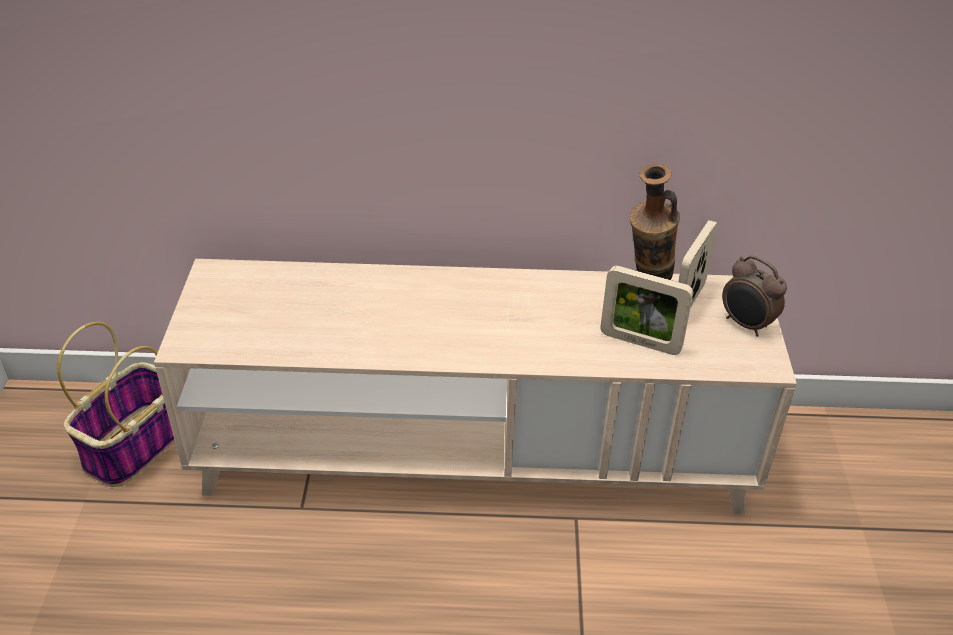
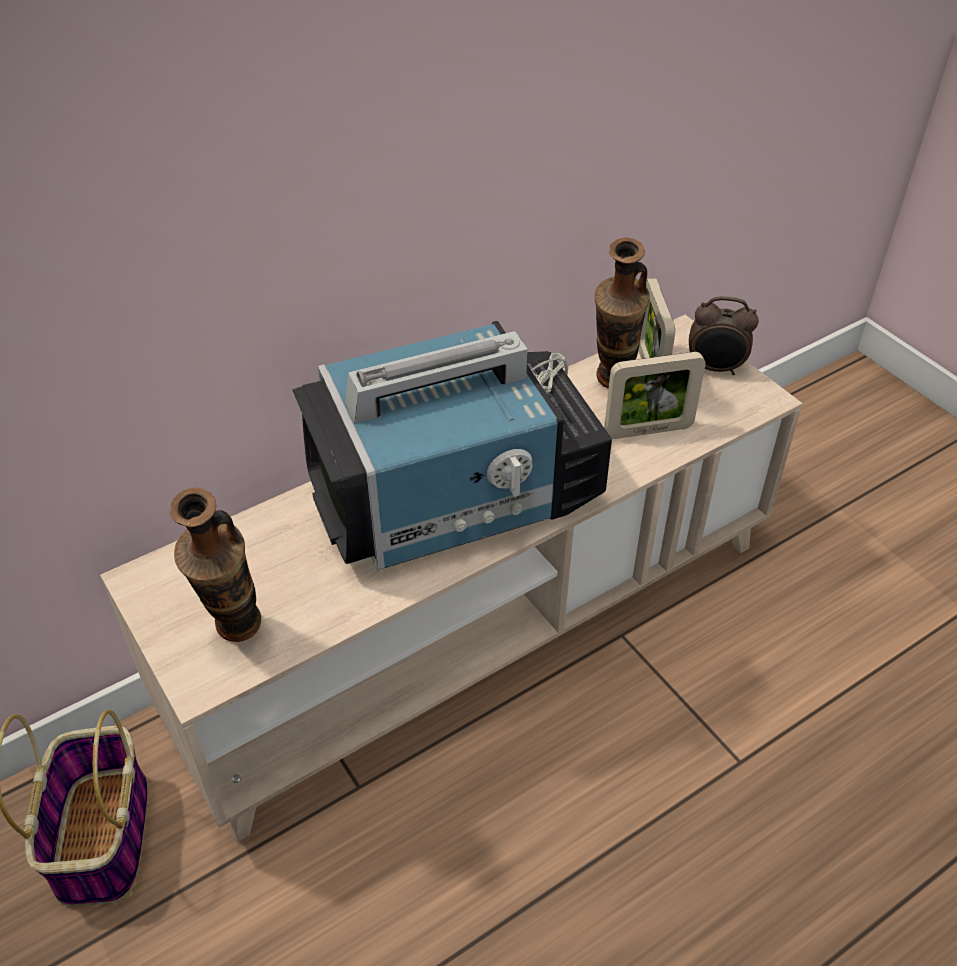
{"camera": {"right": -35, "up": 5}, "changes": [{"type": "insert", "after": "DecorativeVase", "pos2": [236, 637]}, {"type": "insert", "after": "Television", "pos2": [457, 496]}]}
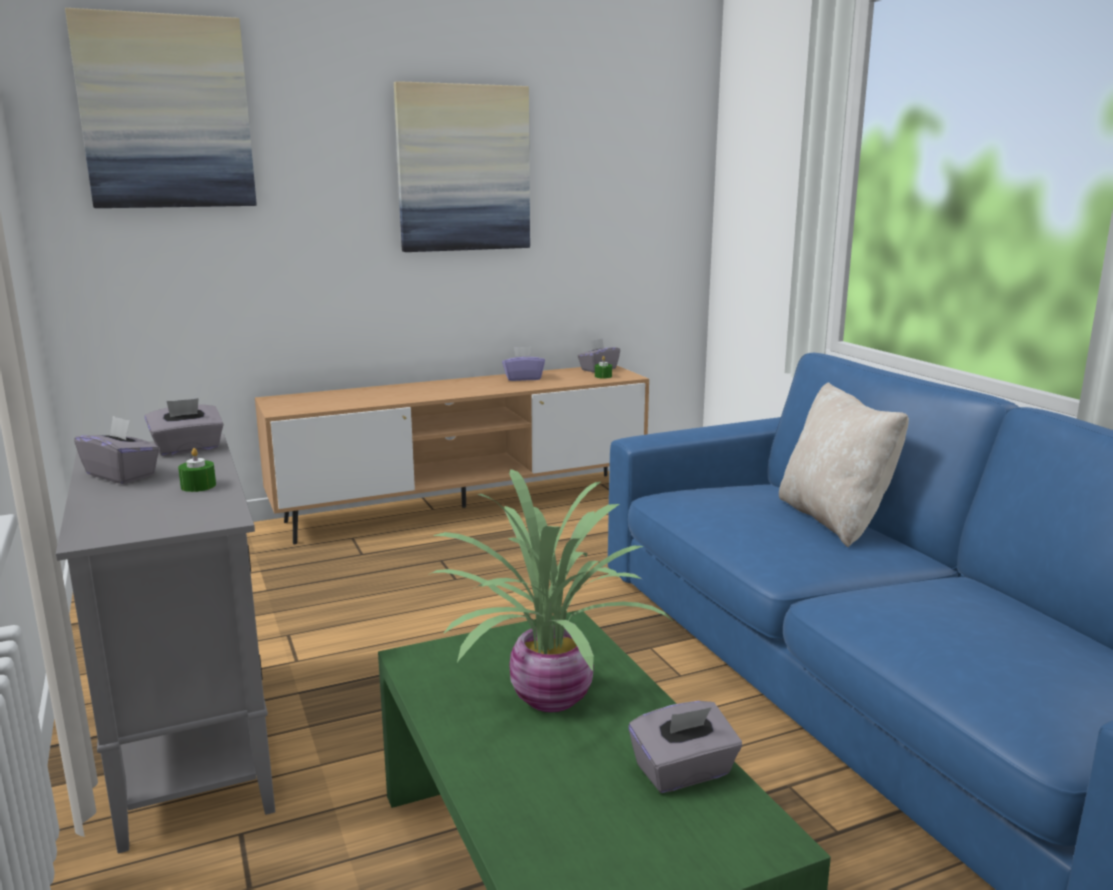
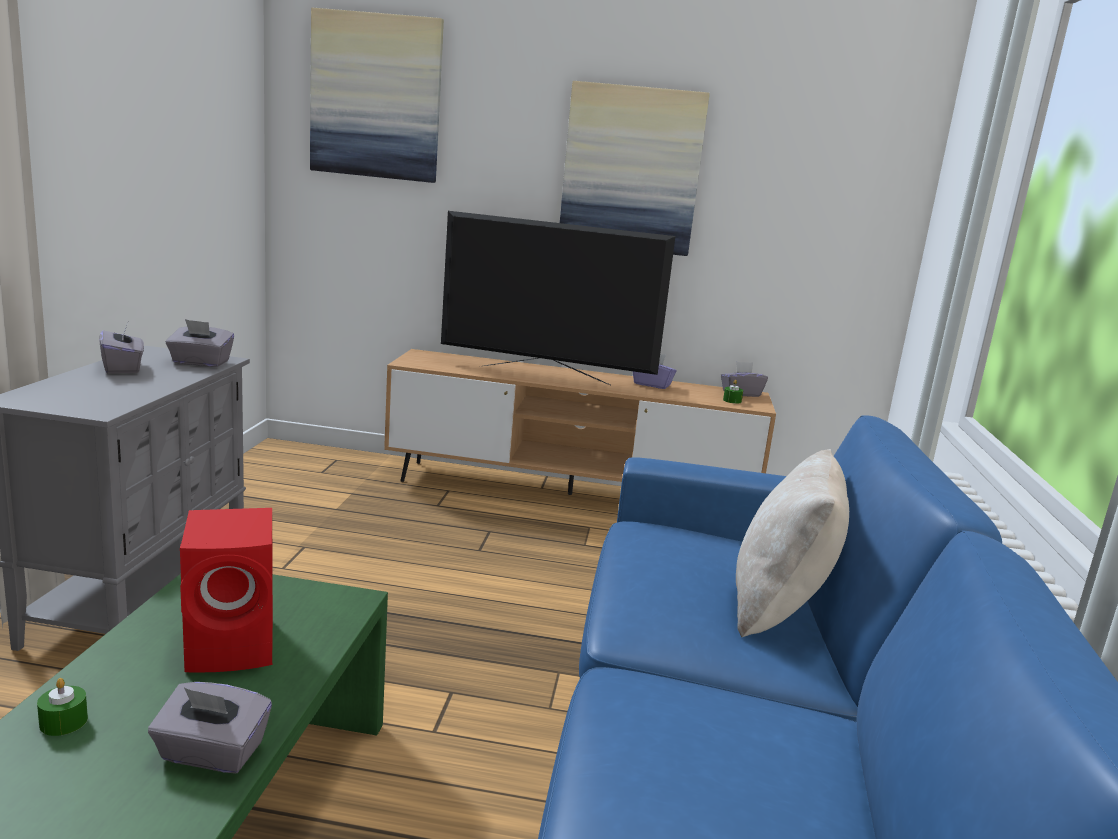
{"camera": {"right": 30, "up": 0}, "changes": [{"type": "insert", "after": "Television", "pos2": [545, 375]}, {"type": "move", "before": "GreenWaxCandle", "pos1": [198, 486], "pos2": [63, 722]}, {"type": "replace", "before": "PottedPlant", "after": "ReddishAudioSpeaker", "pos1": [548, 696], "pos2": [235, 645]}]}
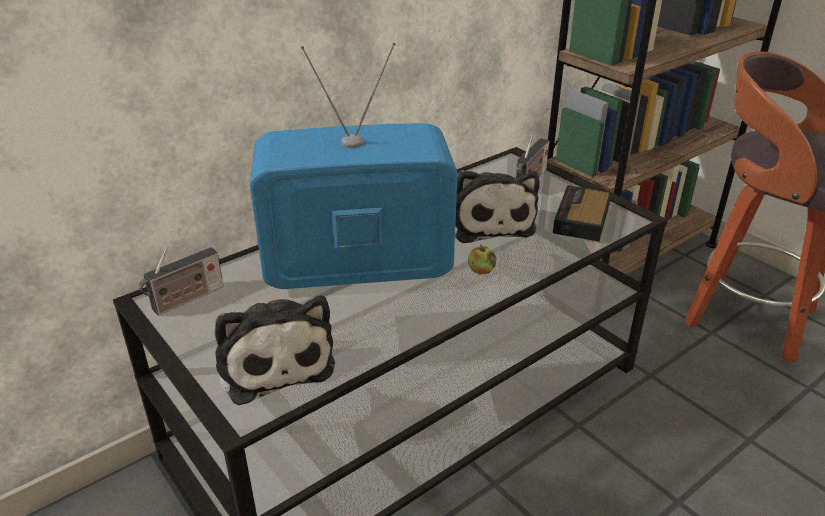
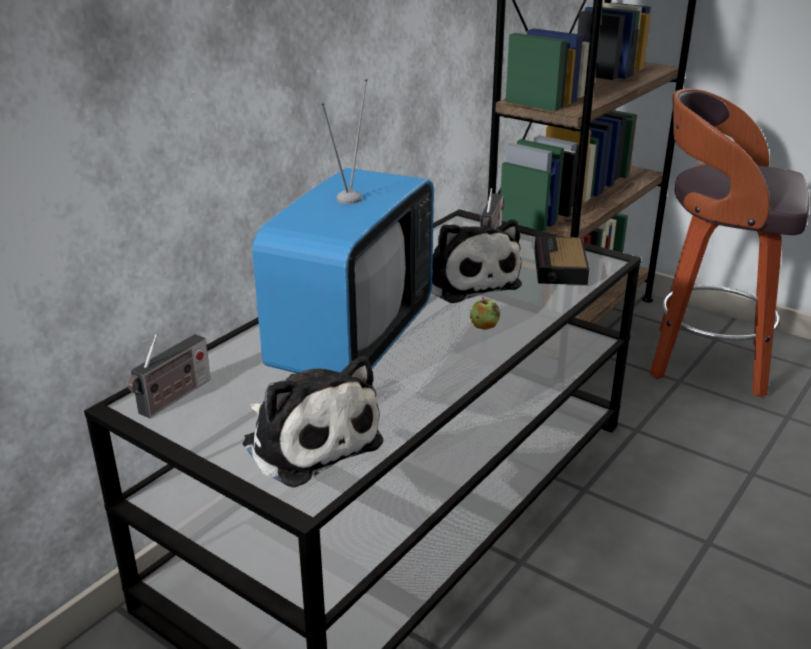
{"camera": {"right": -15, "up": -5}, "changes": [{"type": "rotate", "before": "Television", "pos1": [357, 268], "pos2": [352, 341], "turn": 135}]}
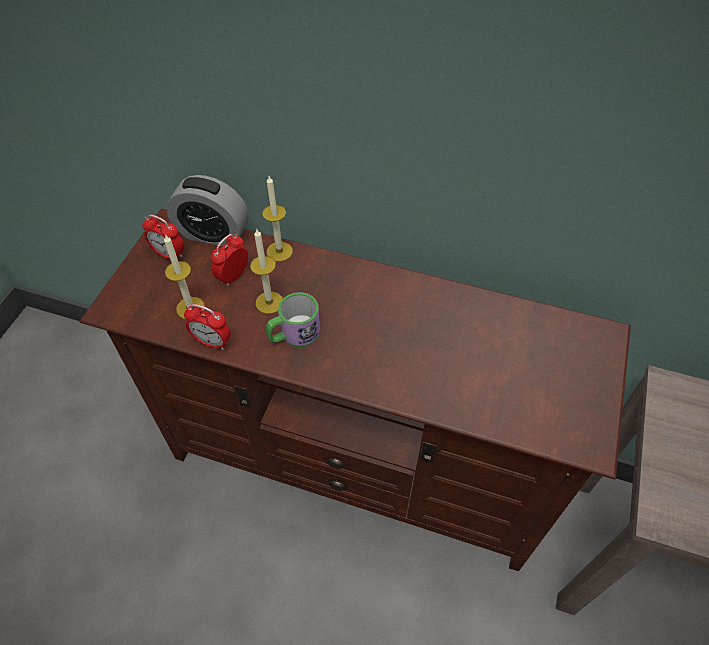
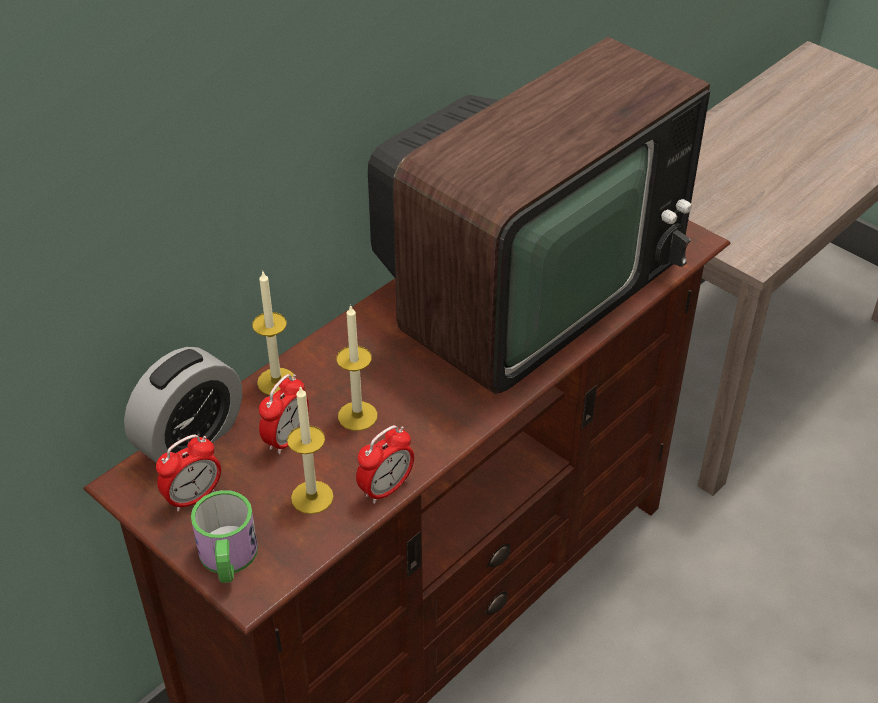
{"camera": {"right": -65, "up": -10}, "changes": [{"type": "insert", "after": "Television", "pos2": [527, 289]}, {"type": "move", "before": "TeaMug", "pos1": [294, 334], "pos2": [228, 559]}, {"type": "rotate", "before": "TableClock", "pos1": [233, 276], "pos2": [286, 438], "turn": -120}]}
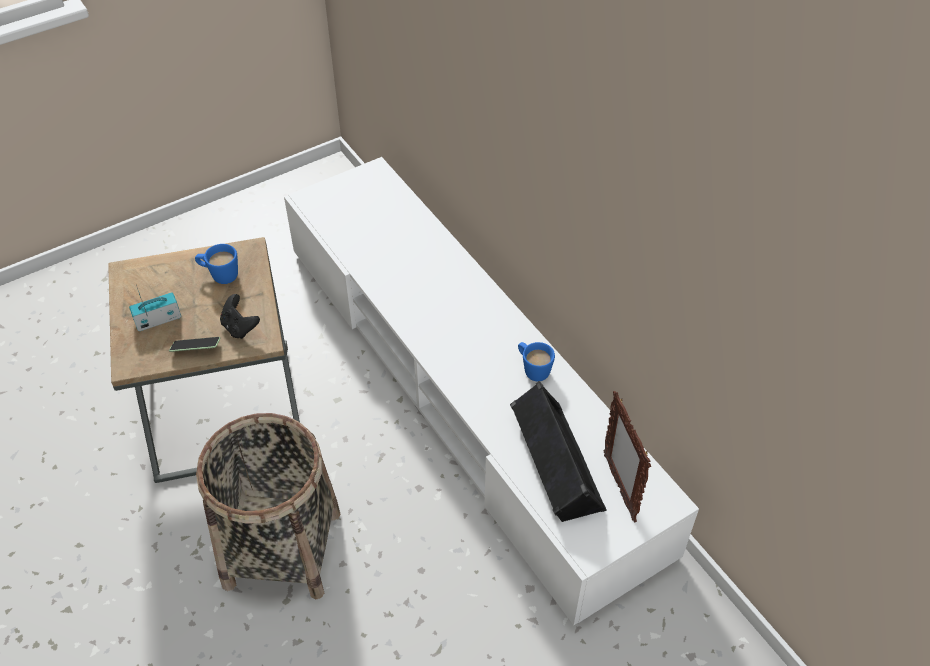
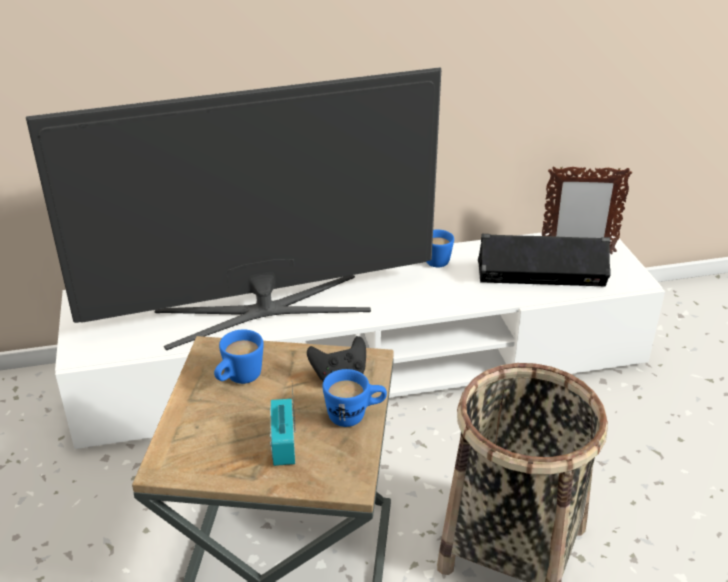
{"camera": {"right": -70, "up": -15}, "changes": [{"type": "insert", "after": "Television", "pos2": [264, 310]}, {"type": "replace", "before": "Handset", "after": "BlueTeaMug", "pos1": [196, 348], "pos2": [355, 416]}]}
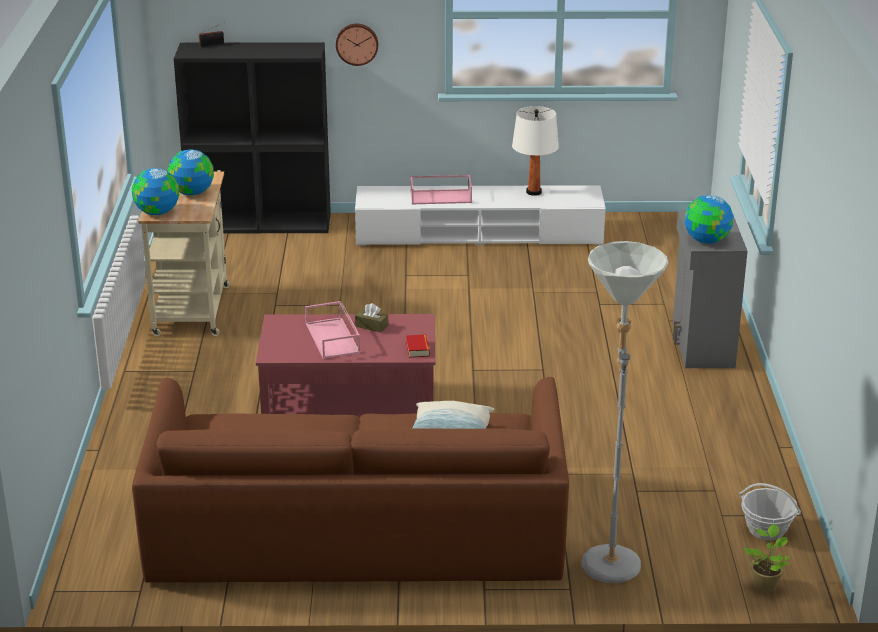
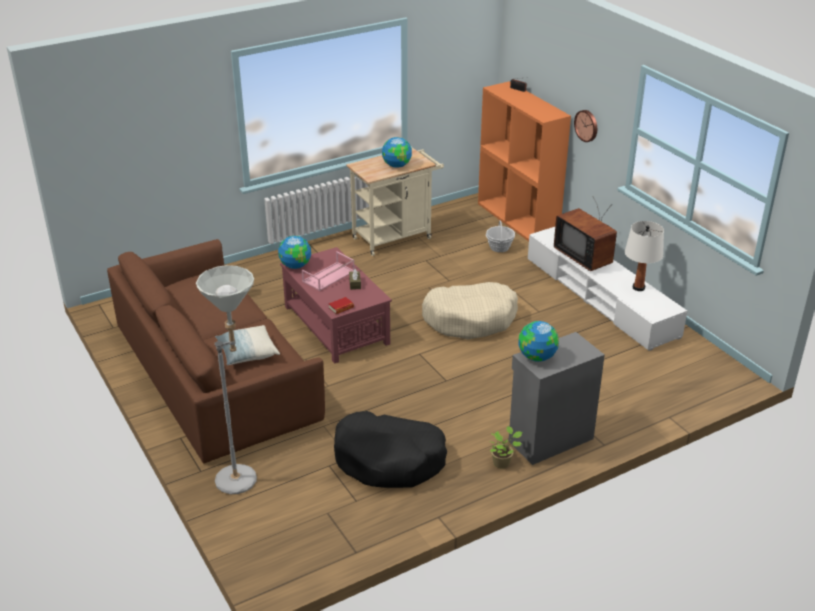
{"camera": {"right": 60, "up": 5}, "changes": [{"type": "insert", "after": "BlackColouredDogBed", "pos2": [389, 460]}, {"type": "insert", "after": "BeigeDogBed", "pos2": [470, 319]}, {"type": "move", "before": "DeskGlobe", "pos1": [157, 212], "pos2": [295, 265]}, {"type": "move", "before": "StorageBasket", "pos1": [766, 529], "pos2": [499, 247]}, {"type": "move", "before": "PottedPlant", "pos1": [765, 584], "pos2": [502, 463]}, {"type": "replace", "before": "PinkColouredCarryingTray", "after": "Television", "pos1": [441, 196], "pos2": [585, 256]}, {"type": "recolor", "before": "BlackColouredBookshelf", "after": "OrangeyBookshelf", "pos1": [261, 223], "pos2": [518, 220]}]}
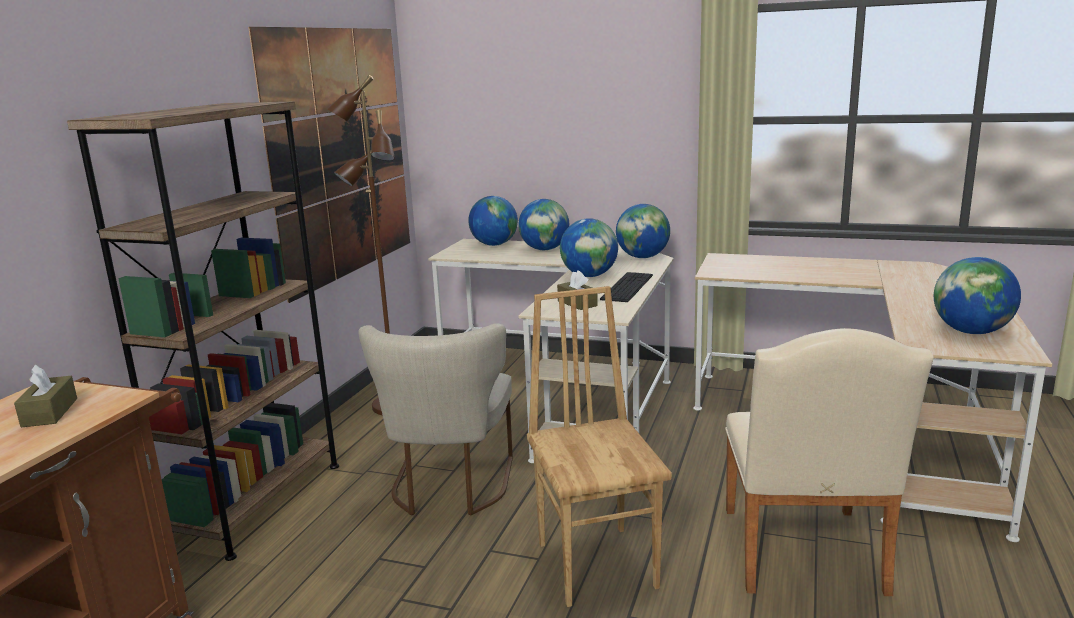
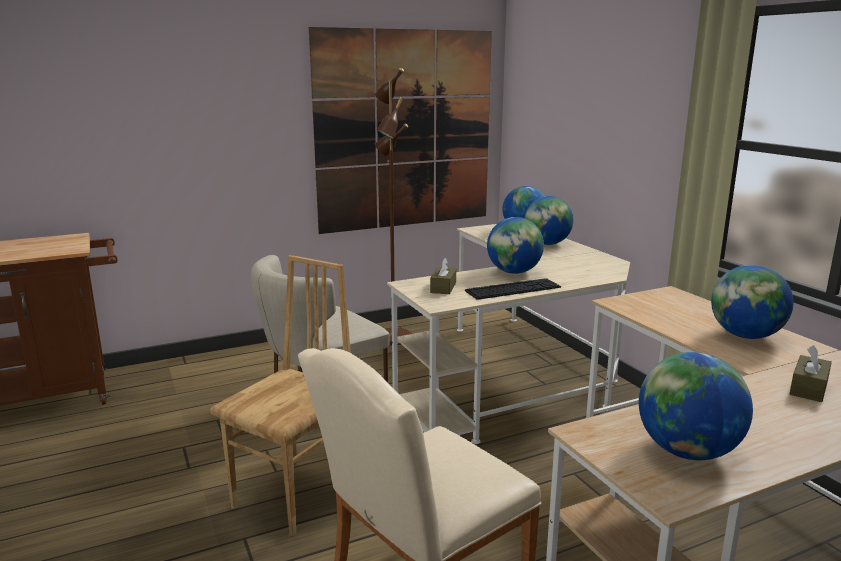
{"camera": {"right": 45, "up": 0}, "changes": [{"type": "delete", "before": "BrownColouredBookshelf", "pos1": [258, 502]}, {"type": "move", "before": "BrownColouredTissueBox", "pos1": [50, 412], "pos2": [808, 388]}, {"type": "move", "before": "DeskGlobe", "pos1": [643, 257], "pos2": [745, 336]}]}
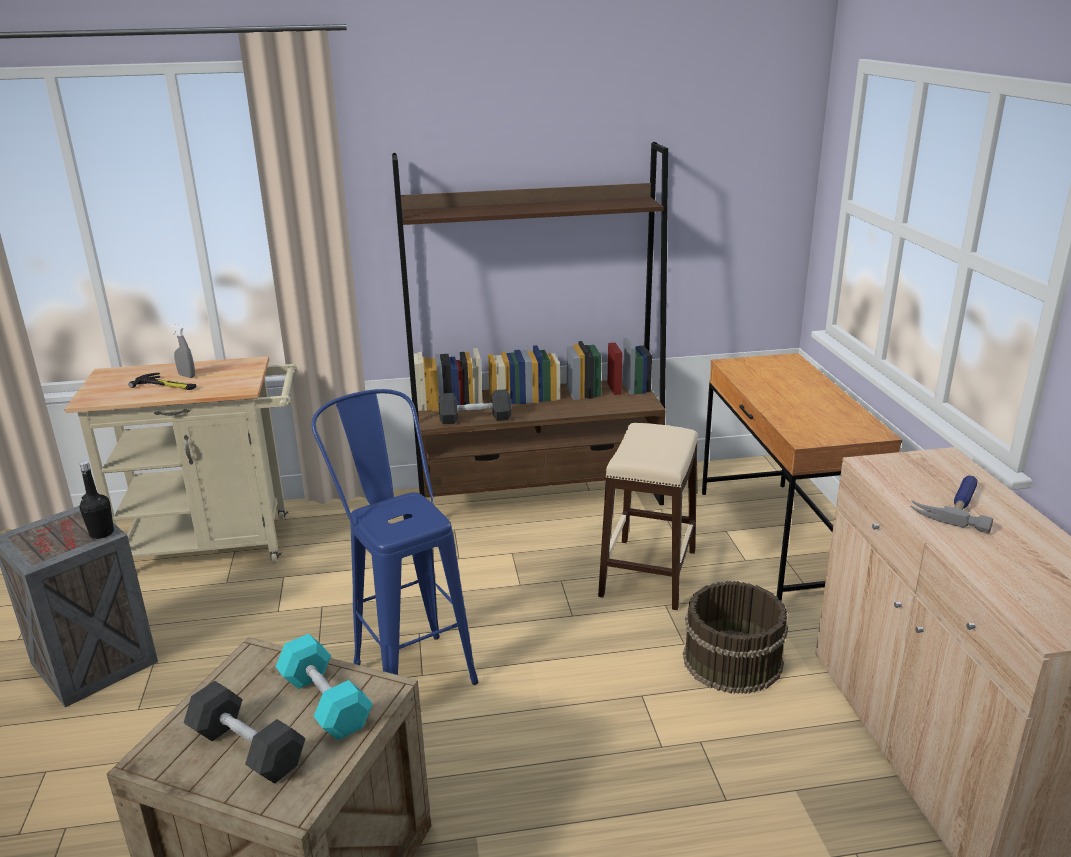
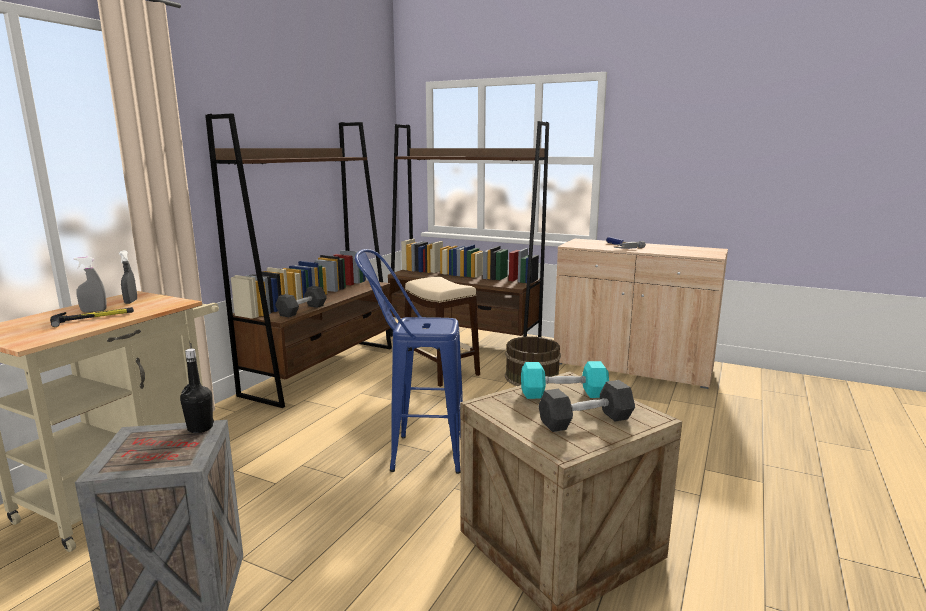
{"camera": {"right": -55, "up": -10}, "changes": [{"type": "insert", "after": "GraySprayBottle", "pos2": [131, 302]}, {"type": "replace", "before": "BrownColouredDeskUnit", "after": "BrownColouredBookshelf", "pos1": [780, 540], "pos2": [464, 340]}]}
